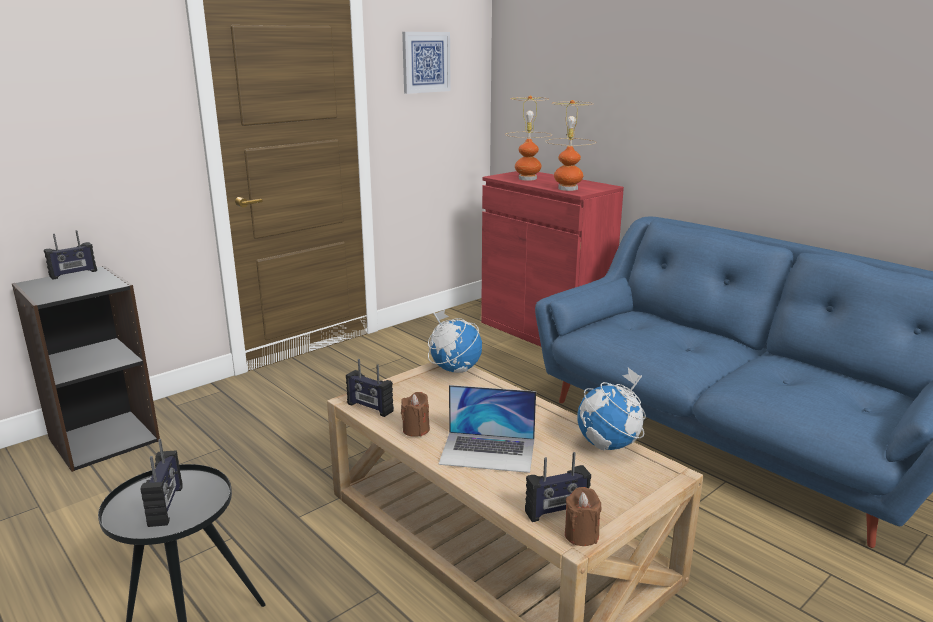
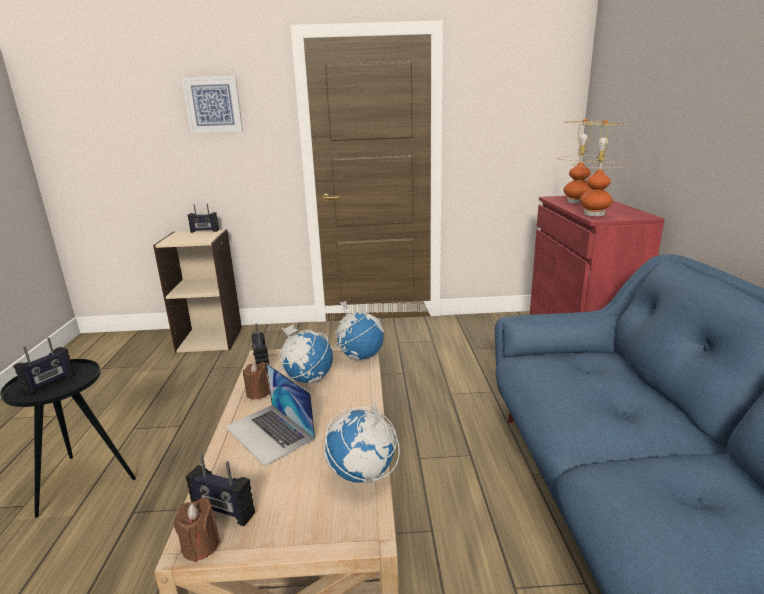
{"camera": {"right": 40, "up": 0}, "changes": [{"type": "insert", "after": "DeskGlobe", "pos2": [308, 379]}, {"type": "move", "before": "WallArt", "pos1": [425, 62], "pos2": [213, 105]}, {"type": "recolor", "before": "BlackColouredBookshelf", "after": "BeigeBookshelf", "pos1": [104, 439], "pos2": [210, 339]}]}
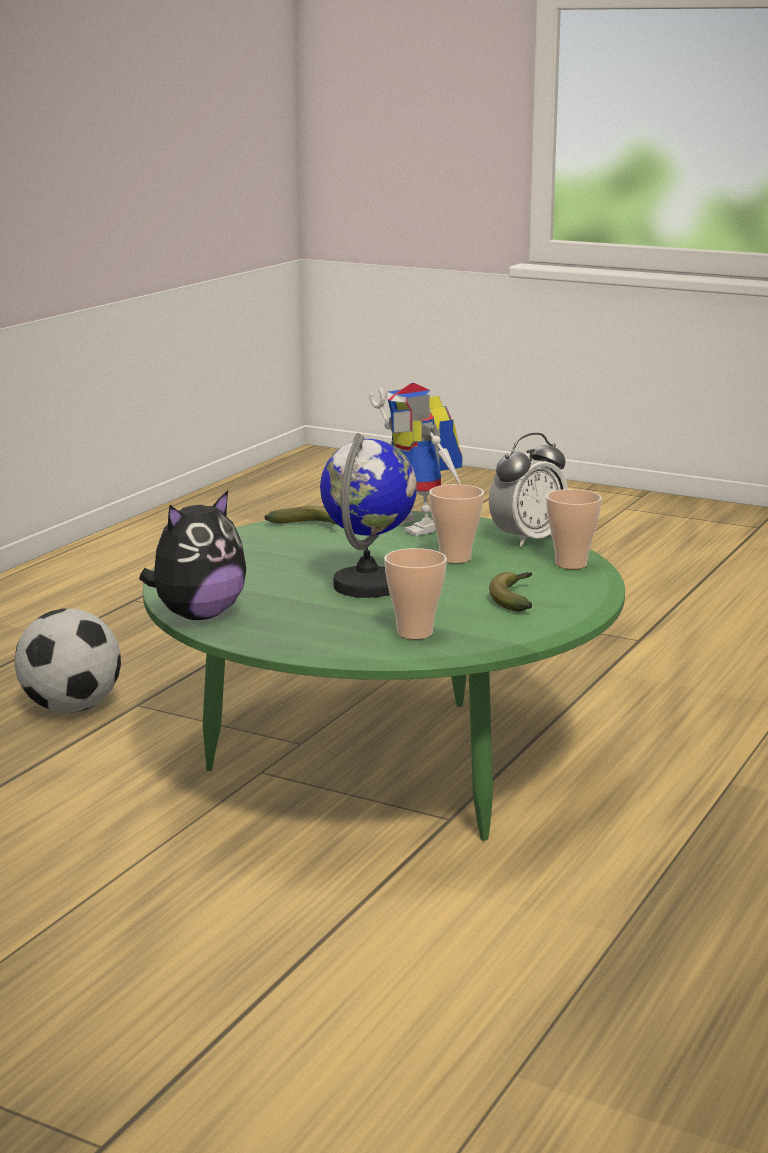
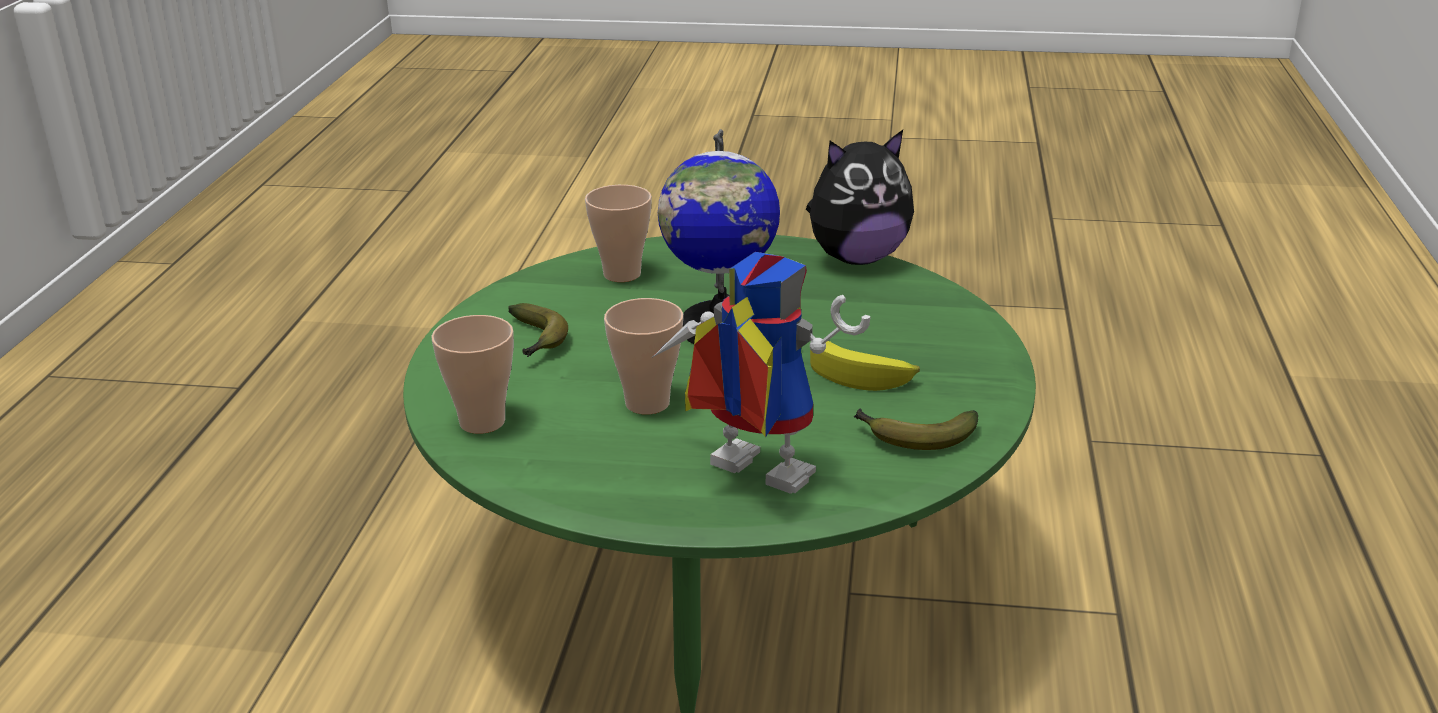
{"camera": {"right": 160, "up": 10}, "changes": [{"type": "delete", "before": "BallForFootball", "pos1": [71, 708]}, {"type": "delete", "before": "TableClock", "pos1": [527, 539]}, {"type": "insert", "after": "WholeBanana", "pos2": [862, 375]}, {"type": "rotate", "before": "SoftToy", "pos1": [198, 615], "pos2": [857, 258], "turn": -135}]}
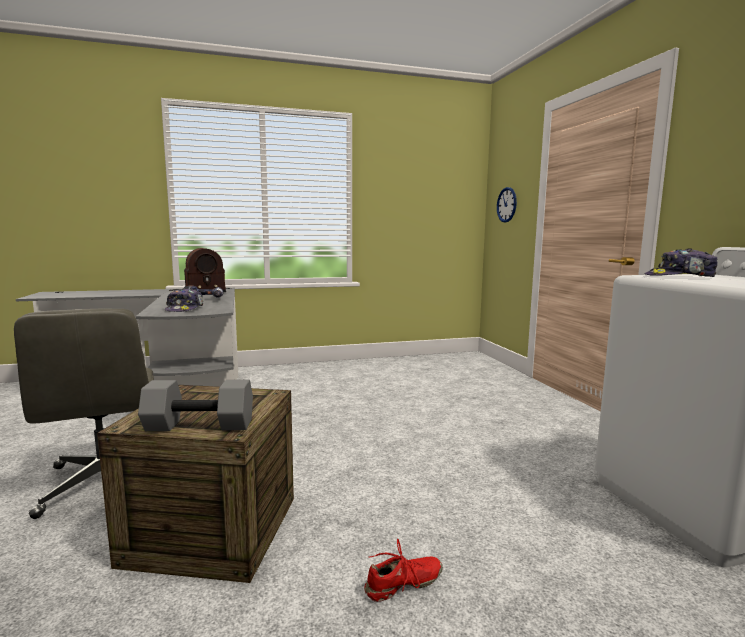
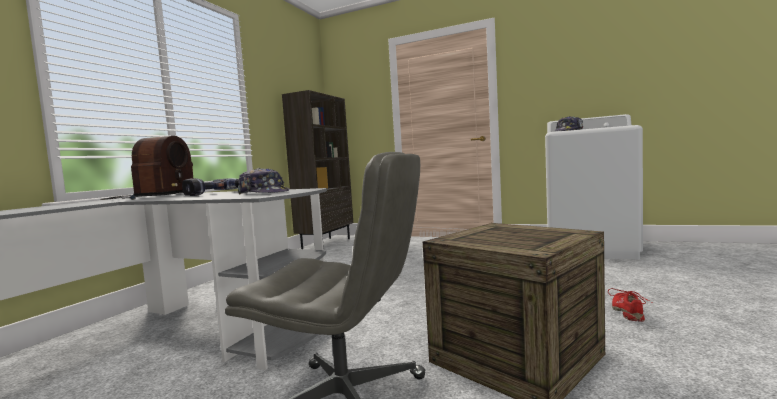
{"camera": {"right": -50, "up": -5}, "changes": [{"type": "delete", "before": "GrayHandWeight", "pos1": [201, 425]}, {"type": "delete", "before": "WallClock", "pos1": [506, 204]}, {"type": "insert", "after": "BrownColouredBookshelf", "pos2": [326, 243]}]}
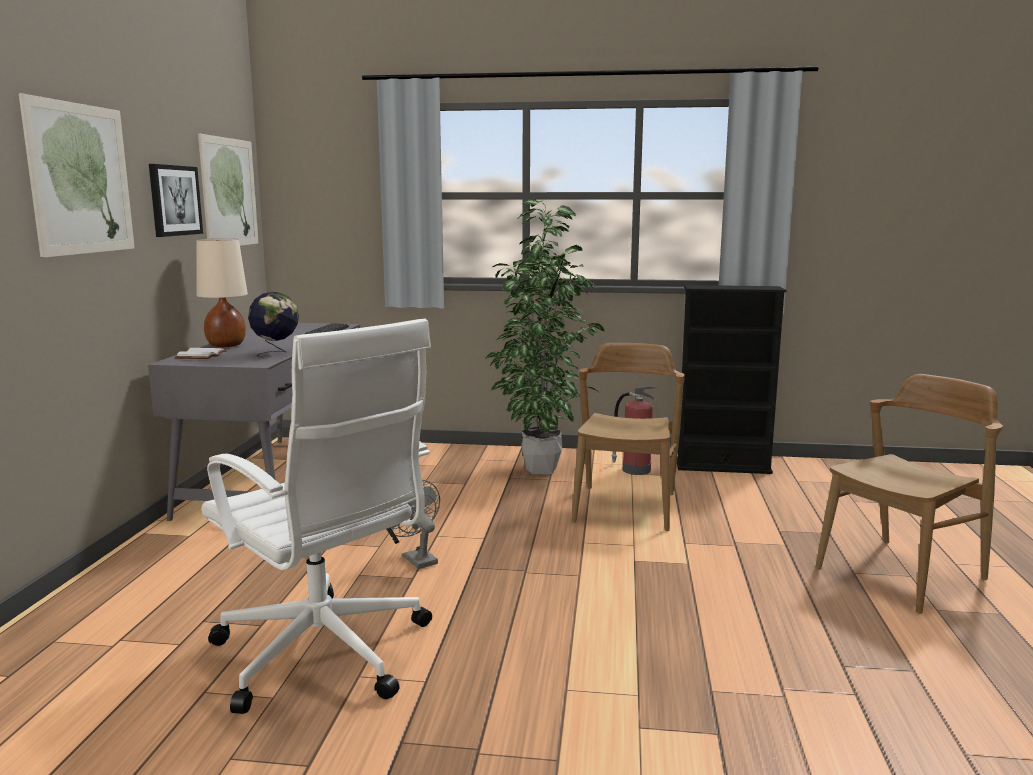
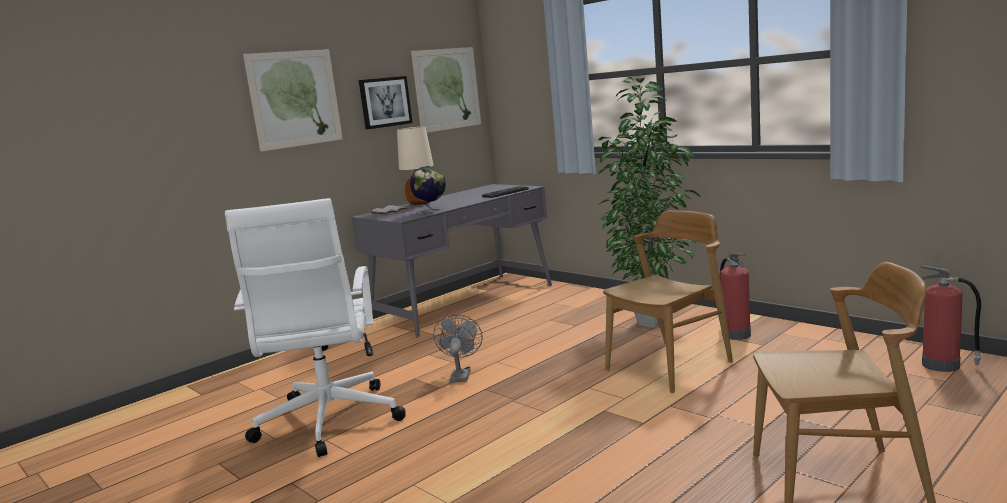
{"camera": {"right": 40, "up": 0}, "changes": [{"type": "delete", "before": "BlackColouredBookshelf", "pos1": [723, 467]}, {"type": "insert", "after": "FireFightingCylinder", "pos2": [943, 365]}]}
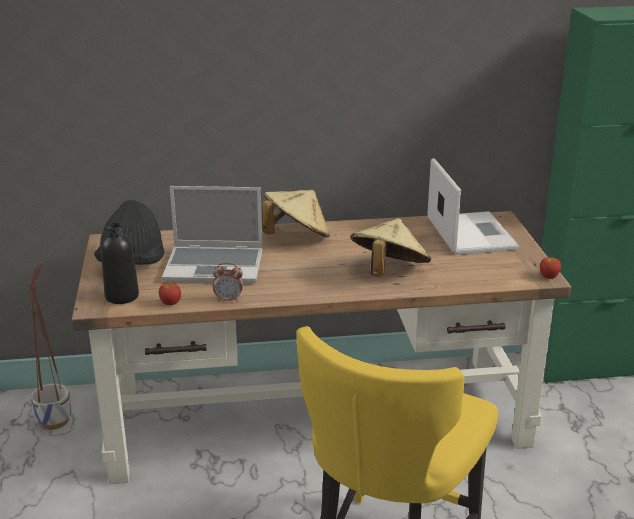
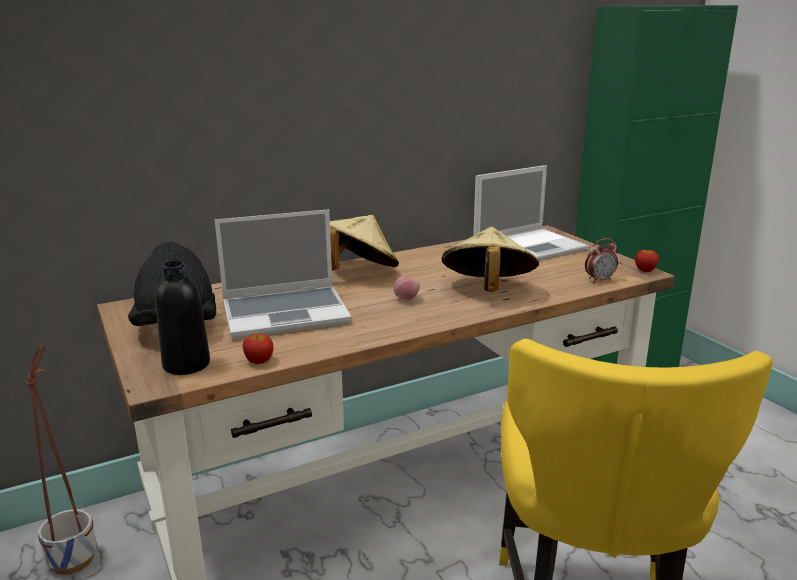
{"camera": {"right": -20, "up": -5}, "changes": [{"type": "insert", "after": "AppleFruit", "pos2": [406, 299]}, {"type": "move", "before": "TableClock", "pos1": [228, 299], "pos2": [599, 280]}, {"type": "rotate", "before": "NotebookComputer", "pos1": [470, 233], "pos2": [531, 246], "turn": 90}]}
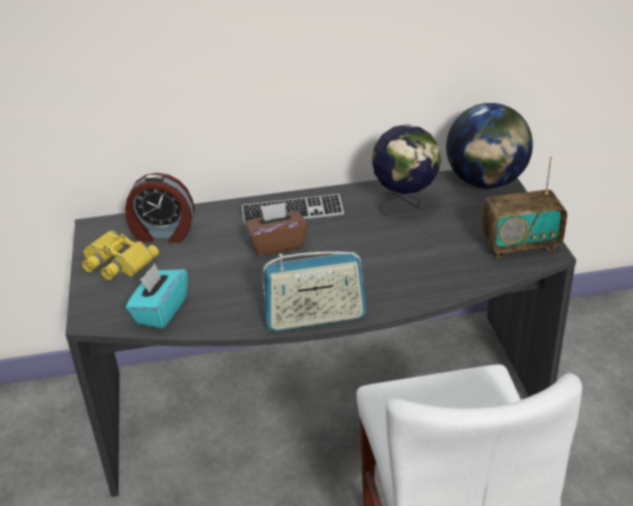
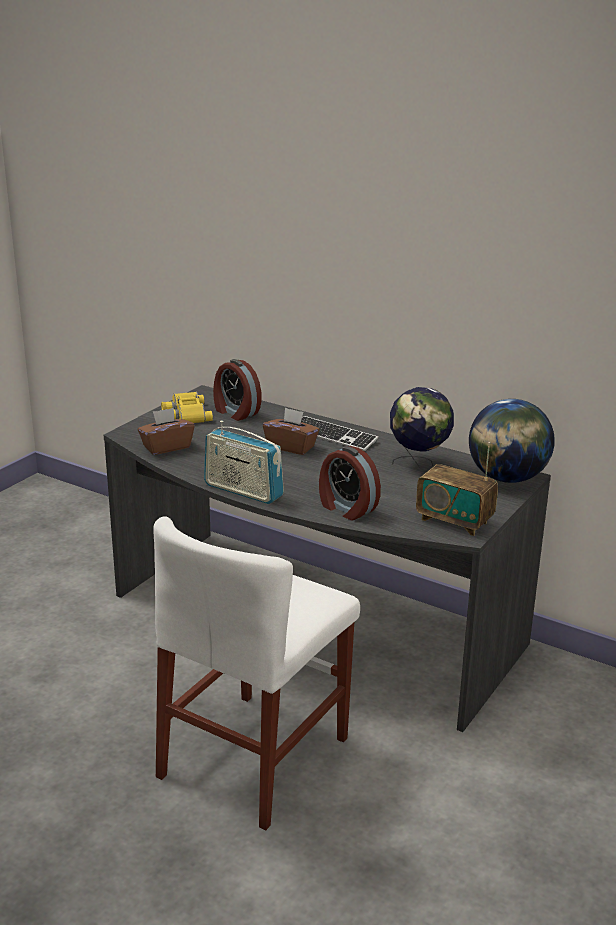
{"camera": {"right": 40, "up": -10}, "changes": [{"type": "insert", "after": "TableClock", "pos2": [346, 508]}, {"type": "recolor", "before": "BlueGreenTissueBox", "after": "BrownColouredTissueBox", "pos1": [160, 311], "pos2": [166, 447]}]}
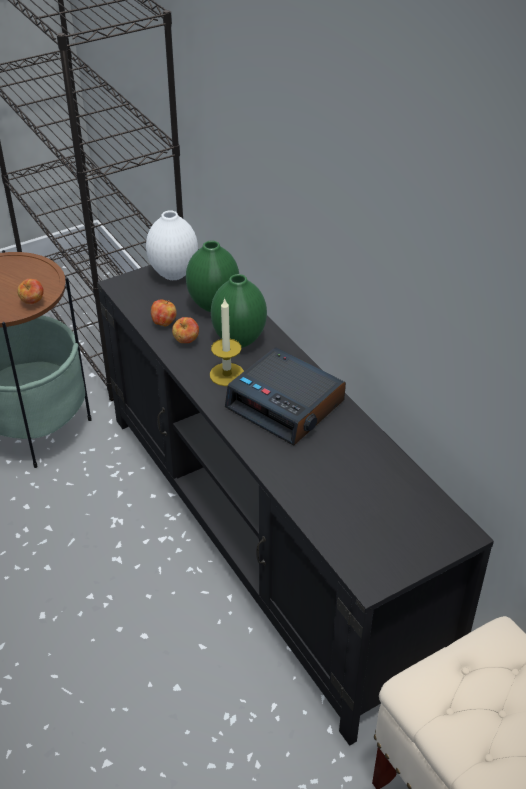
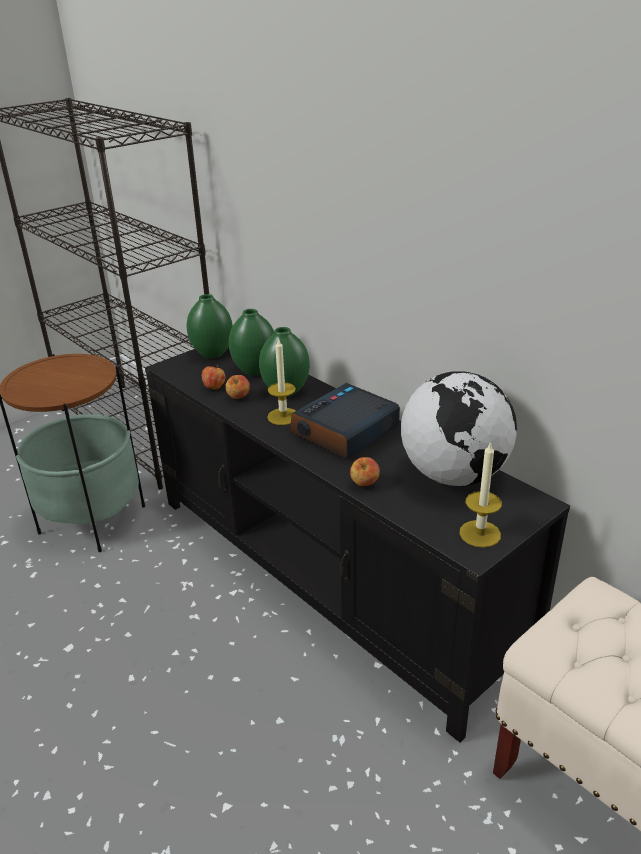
{"camera": {"right": -10, "up": -10}, "changes": [{"type": "insert", "after": "DeskGlobe", "pos2": [454, 475]}, {"type": "insert", "after": "WaxCandle", "pos2": [480, 533]}, {"type": "move", "before": "AppleFruit", "pos1": [33, 302], "pos2": [364, 484]}, {"type": "recolor", "before": "WhiteDecorativeVase", "after": "GreenDecorativeVase", "pos1": [173, 274], "pos2": [212, 354]}, {"type": "rotate", "before": "TableClock", "pos1": [286, 405], "pos2": [345, 431], "turn": 105}]}
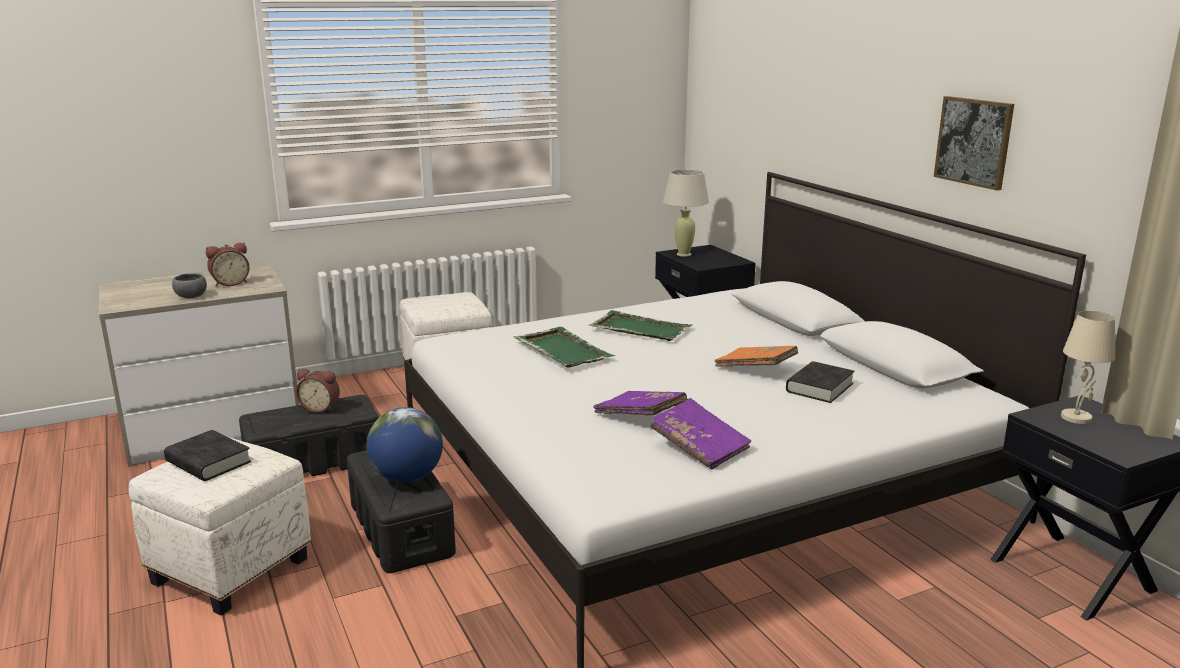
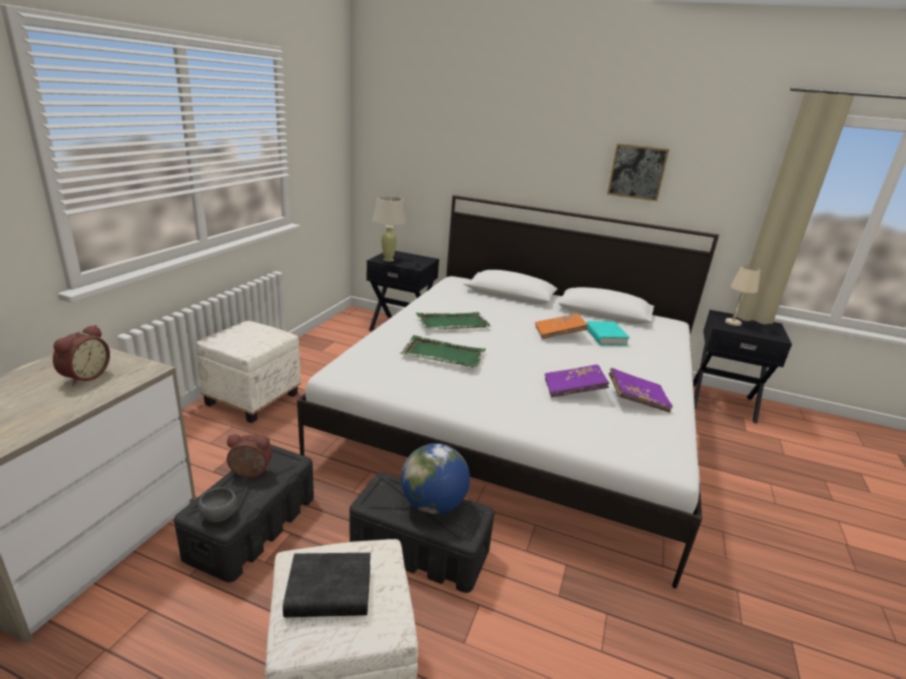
{"camera": {"right": -45, "up": 5}, "changes": [{"type": "move", "before": "GrayServingBowl", "pos1": [190, 297], "pos2": [219, 516]}, {"type": "recolor", "before": "BlackColouredVolume", "after": "BlueGreenVolume", "pos1": [819, 387], "pos2": [605, 337]}, {"type": "rotate", "before": "TableClock", "pos1": [321, 408], "pos2": [250, 473], "turn": -150}]}
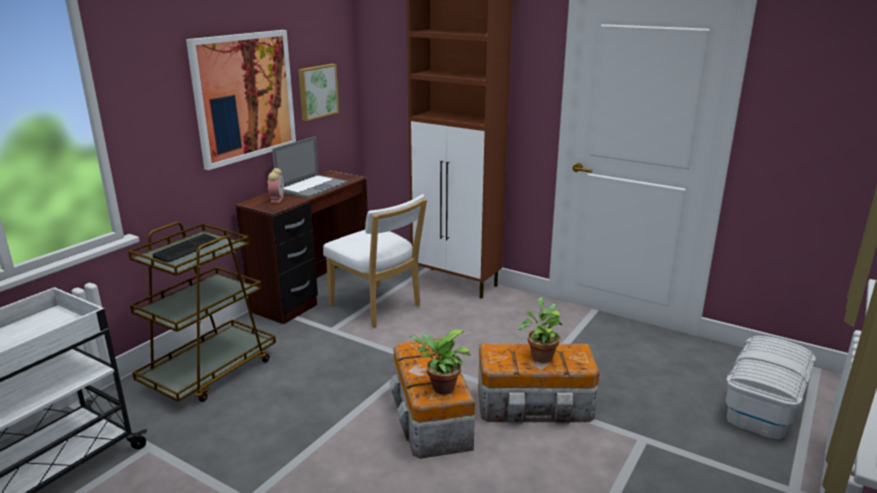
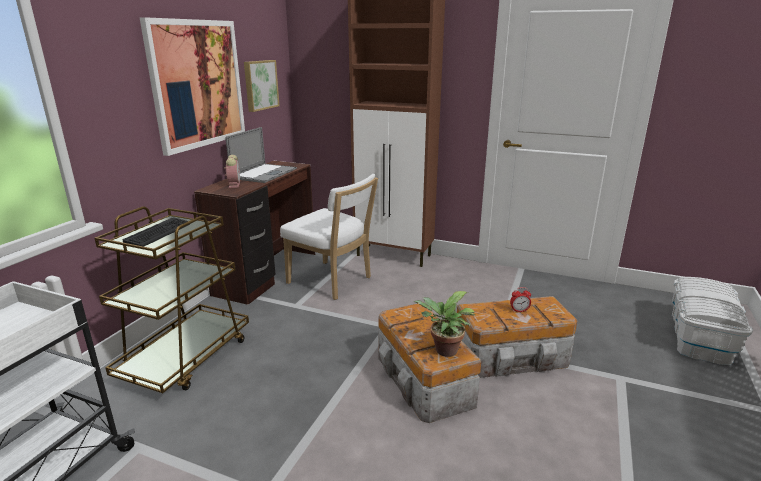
{"camera": {"right": -10, "up": 0}, "changes": [{"type": "replace", "before": "PottedPlant", "after": "TableClock", "pos1": [540, 356], "pos2": [519, 311]}]}
